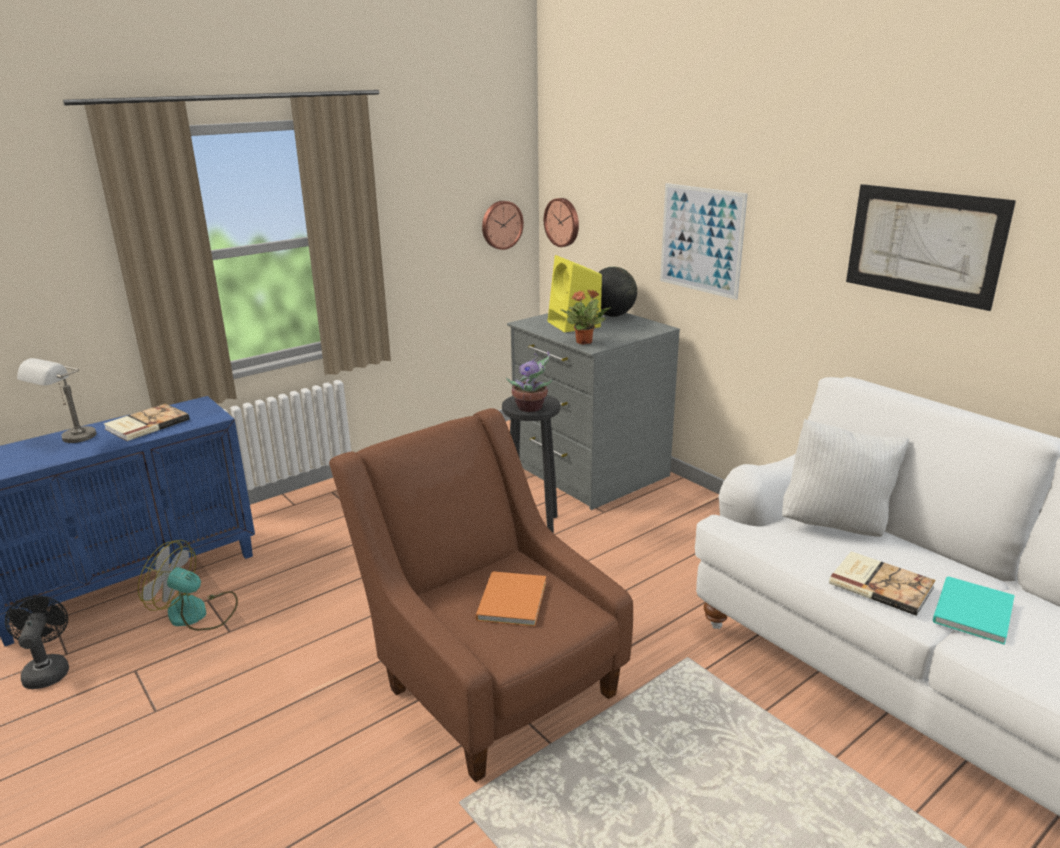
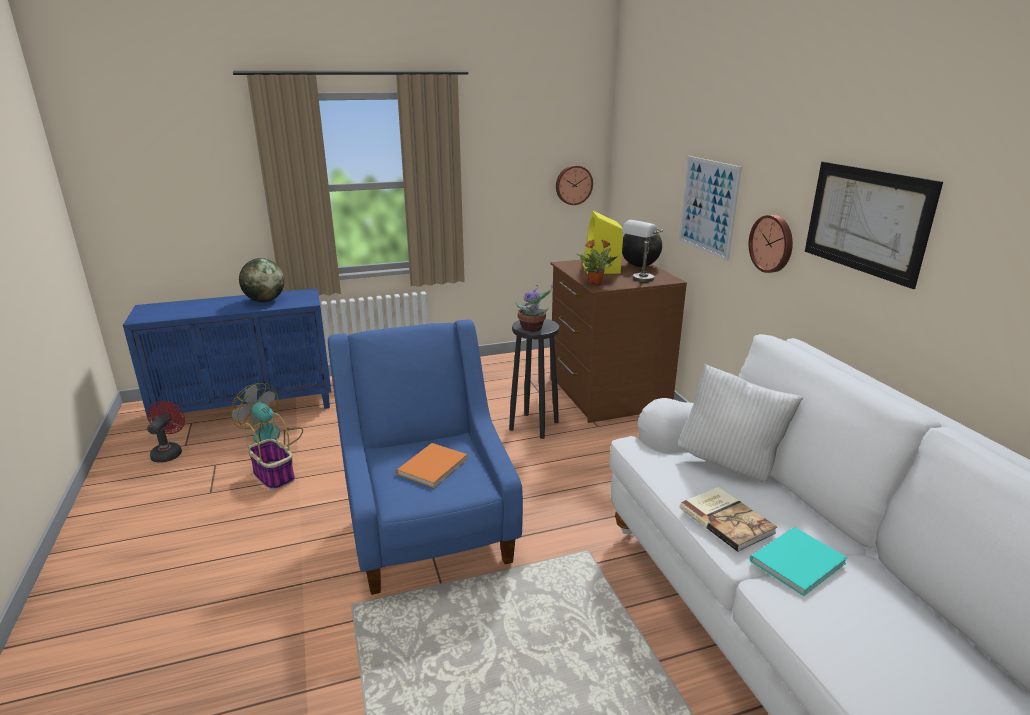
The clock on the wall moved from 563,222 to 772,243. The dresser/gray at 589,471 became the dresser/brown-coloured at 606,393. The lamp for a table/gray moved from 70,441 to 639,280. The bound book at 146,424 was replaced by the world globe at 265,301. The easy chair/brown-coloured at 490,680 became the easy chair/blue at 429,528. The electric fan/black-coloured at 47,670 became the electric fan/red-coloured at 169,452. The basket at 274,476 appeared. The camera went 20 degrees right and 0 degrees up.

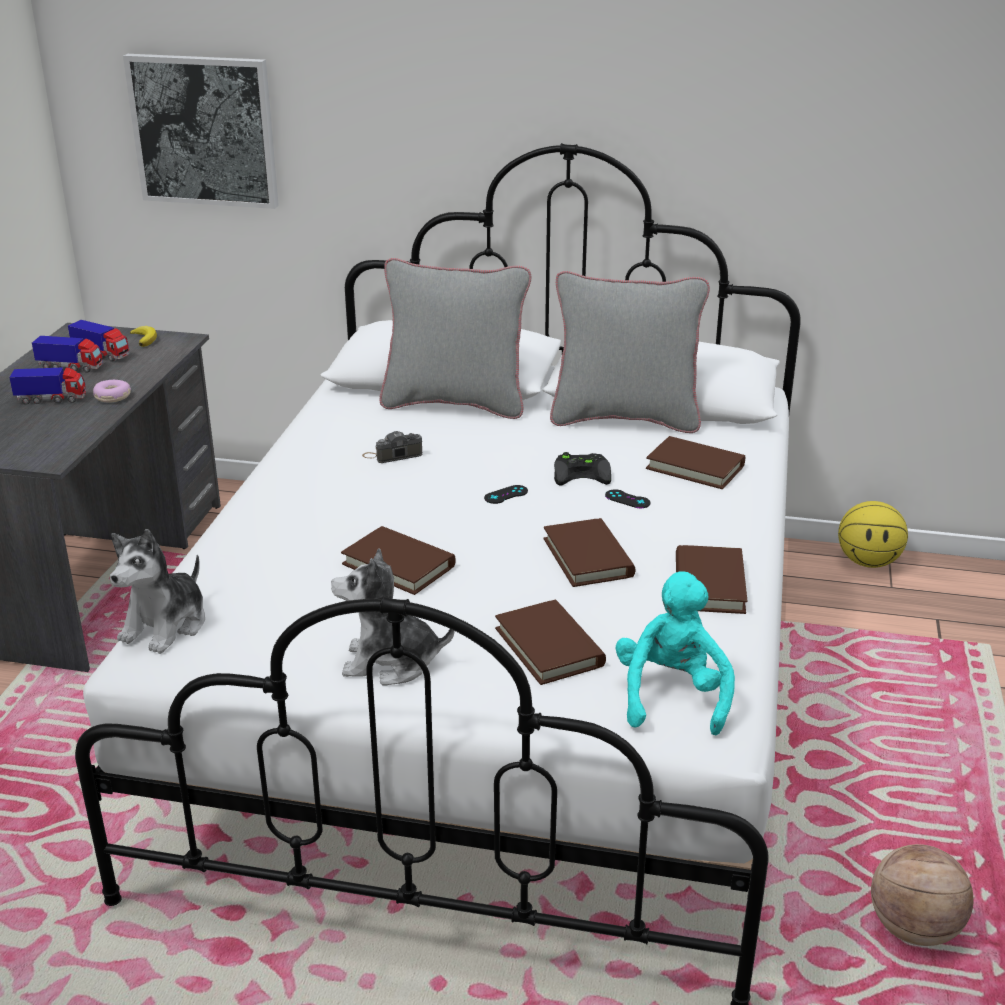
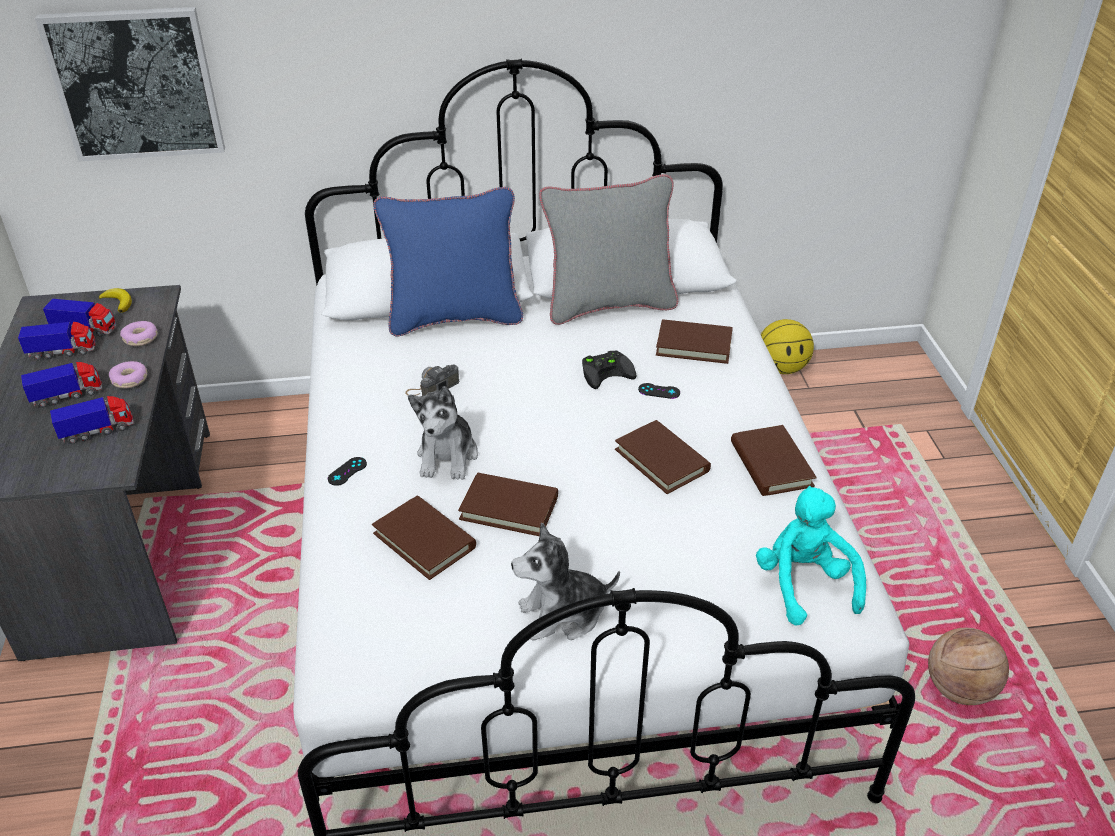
The throw pillow/gray at 455,403 became the throw pillow/blue at 454,317. The game controller/black-coloured moved from 506,495 to 347,471. The cuddly toy moved from 166,625 to 448,456. The bound book/brown-coloured moved from 549,647 to 424,540. The ring doughnut at 141,338 appeared. The toy truck at 97,431 appeared. The camera went 20 degrees left and 10 degrees up.

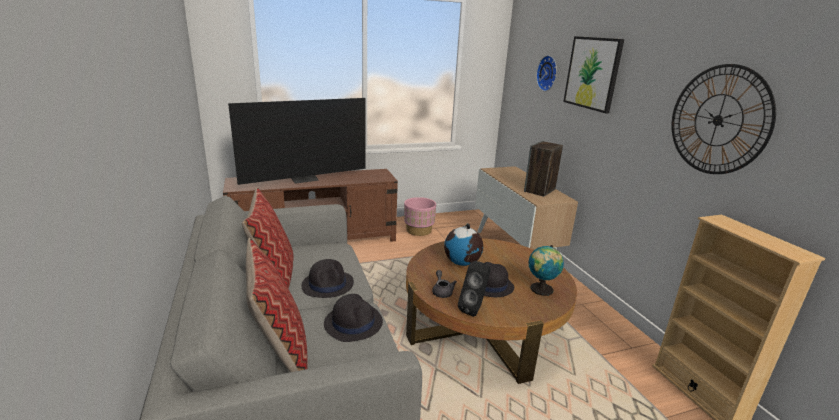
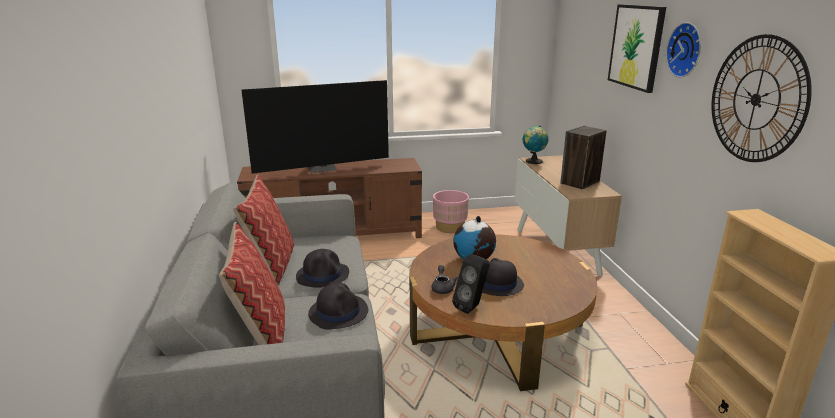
The clock on the wall moved from 548,73 to 686,50. The world globe moved from 541,290 to 533,161. The camera went 10 degrees right and 0 degrees up.

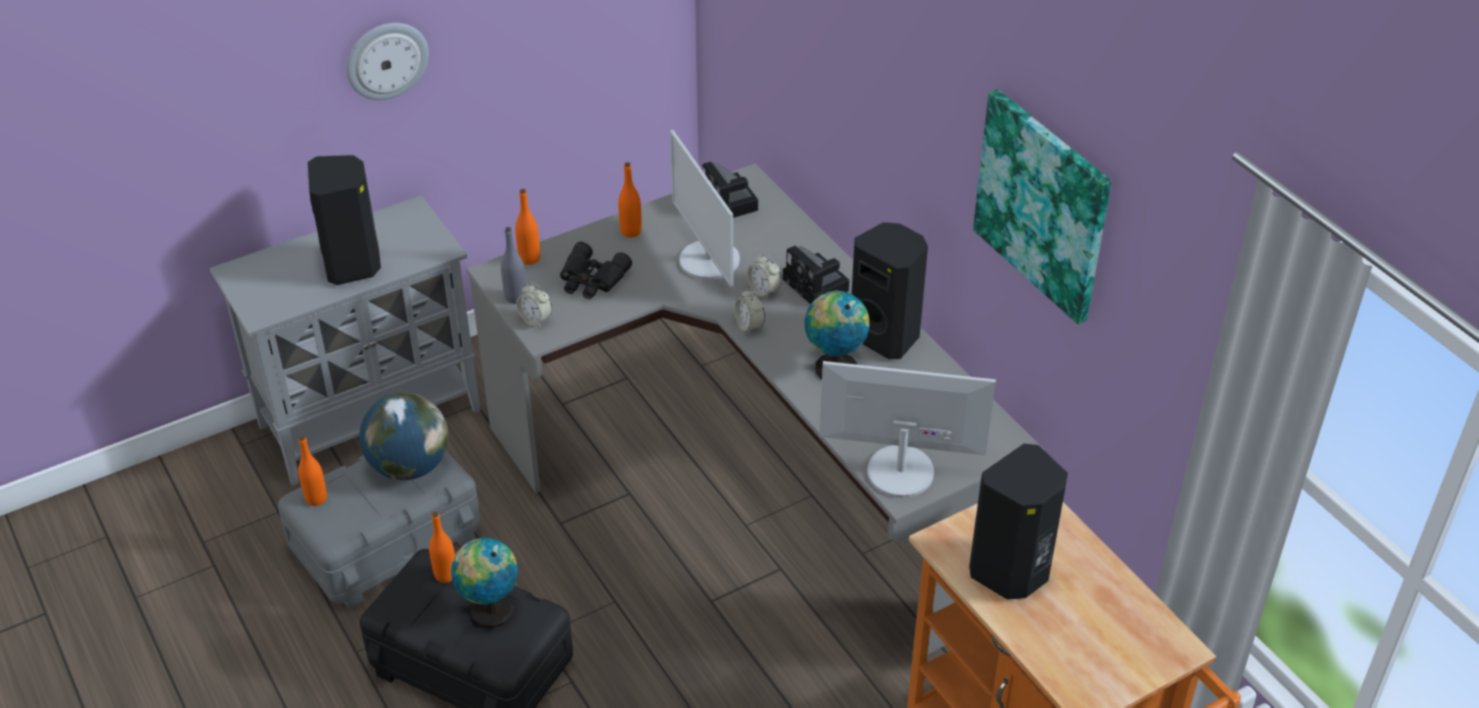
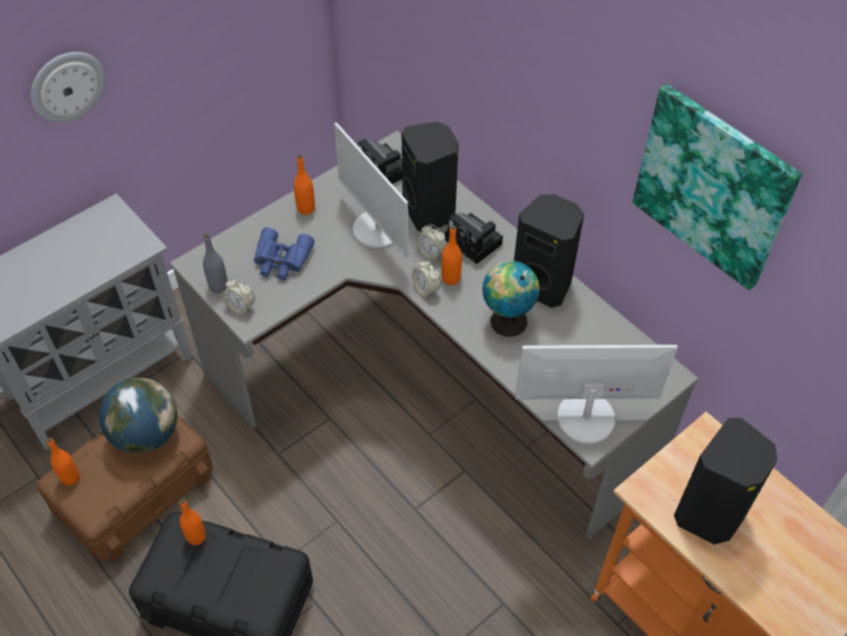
The loudspeaker/black-coloured moved from 353,265 to 430,212. The bottle/orange moved from 529,258 to 450,278. The field glasses/black-coloured at 591,279 became the field glasses/blue at 281,260. The storage bin/gray at 387,542 became the storage bin/brown-coloured at 136,493. The world globe at 489,609 disappeared. The camera went 10 degrees left and 10 degrees up.

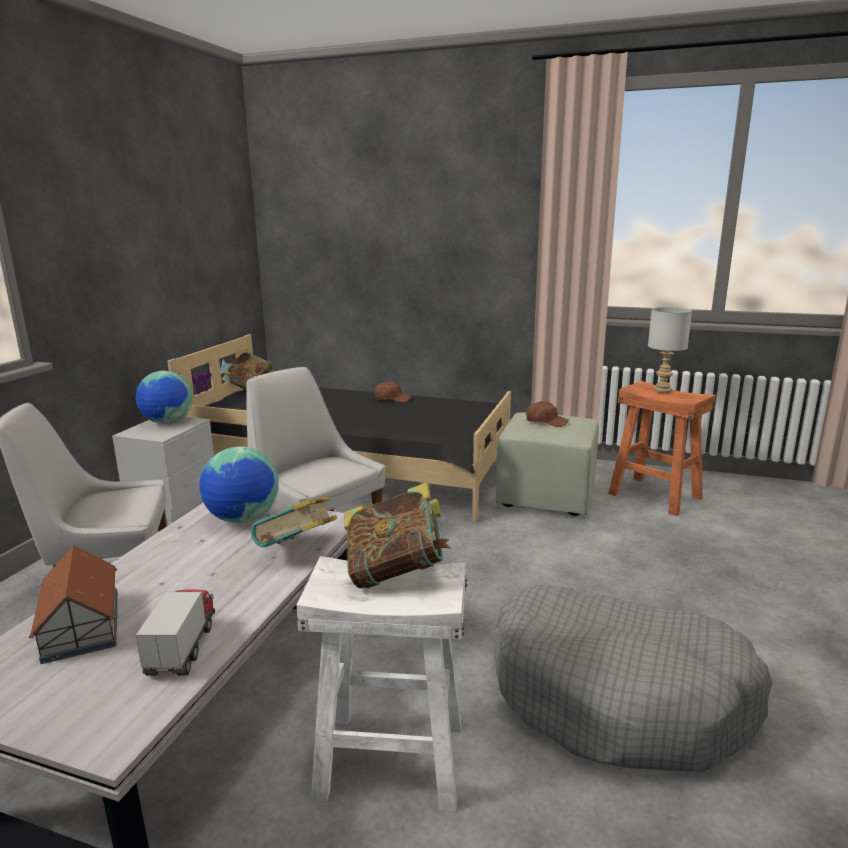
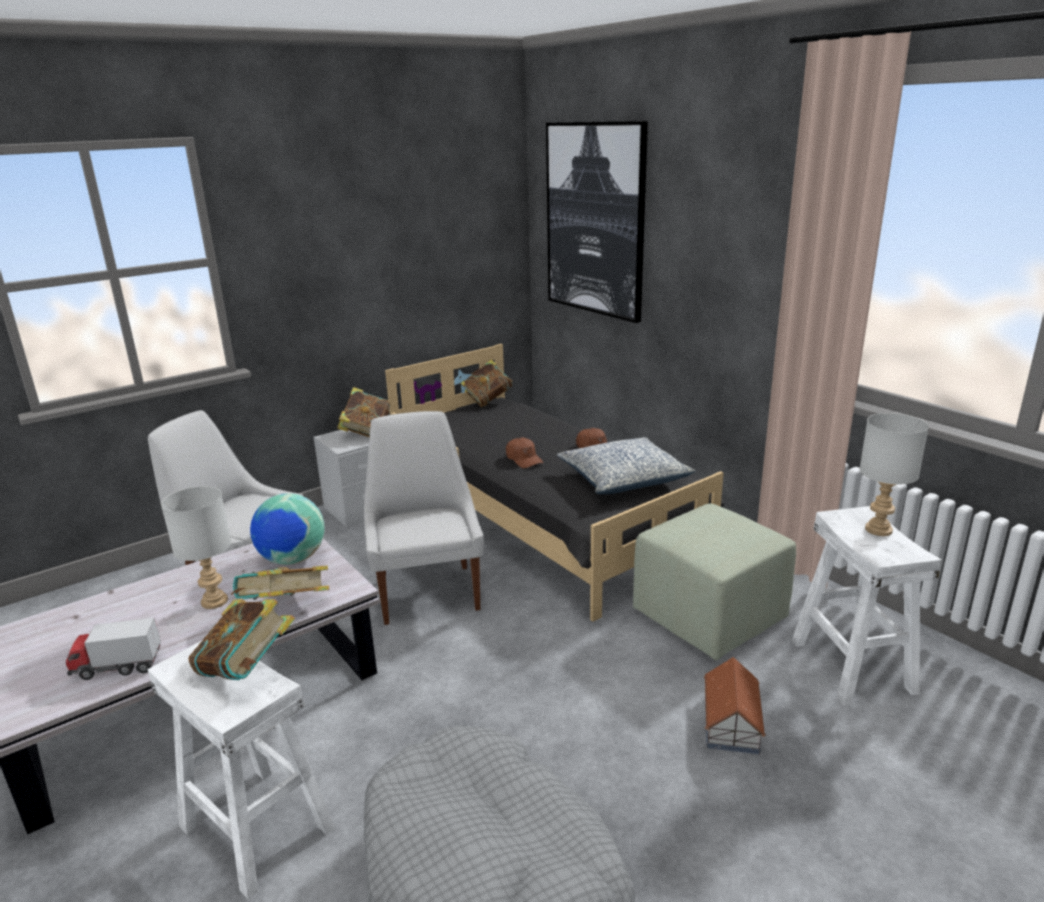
The world globe at 168,422 was replaced by the bound book at 366,432. The stool/orange at 655,495 became the stool/white-coloured at 853,666. The peaked cap/brown-coloured moved from 546,421 to 523,459. The toy house moved from 83,625 to 731,722. The toy truck at 182,649 turned 135 degrees counterclockwise. The picture at 595,220 appeared. The throw pillow at 623,479 appeared. The lamp for a table/gray at 215,601 appeared. The camera went 35 degrees right and 5 degrees up.

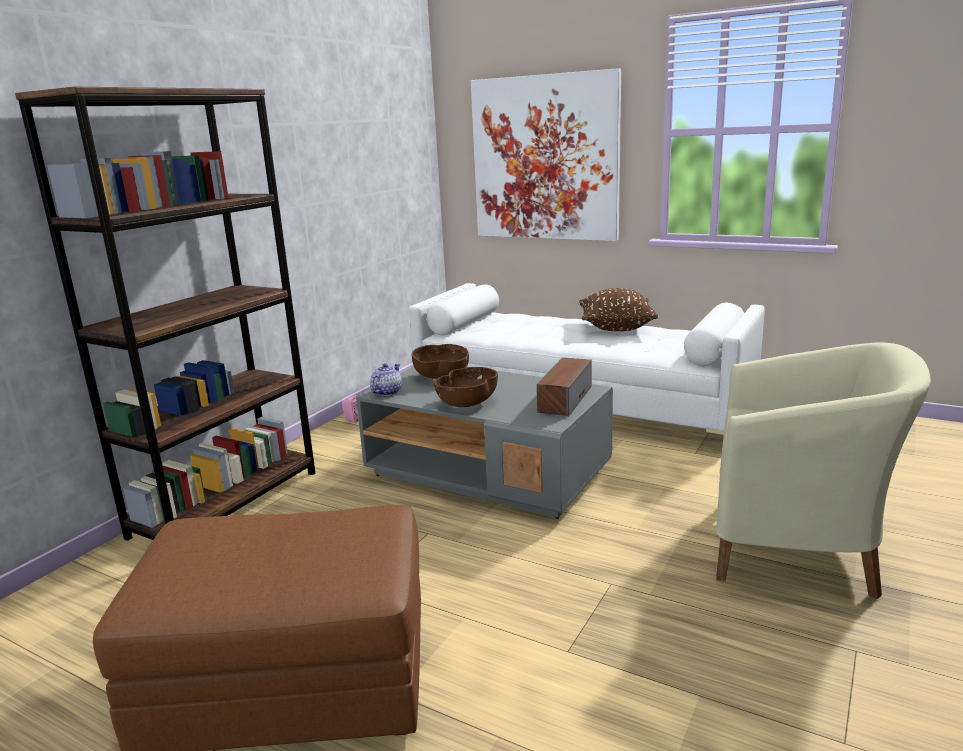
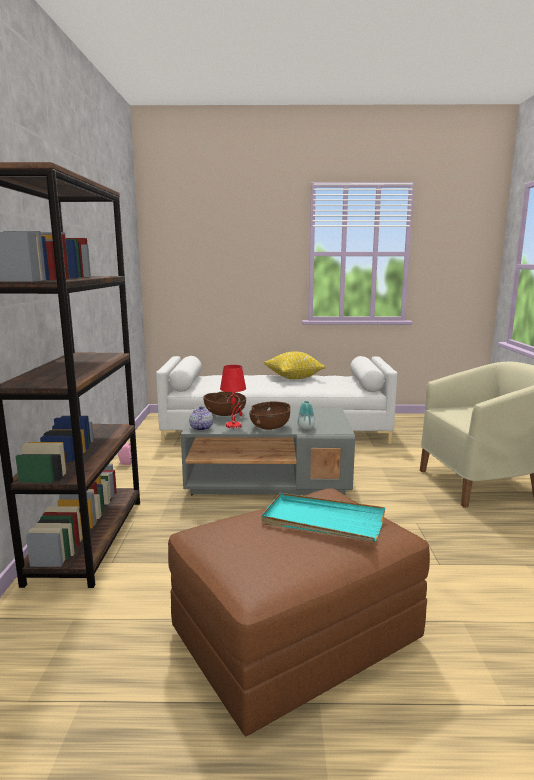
The picture at 545,158 disappeared. The throw pillow/brown-coloured at 616,328 became the throw pillow/yellowish at 293,377. The loudspeaker at 565,399 disappeared. The lamp for a table/red-coloured at 234,425 appeared. The vase at 306,428 appeared. The serving tray/blue-green at 322,521 appeared. The camera went 30 degrees left and 5 degrees down.

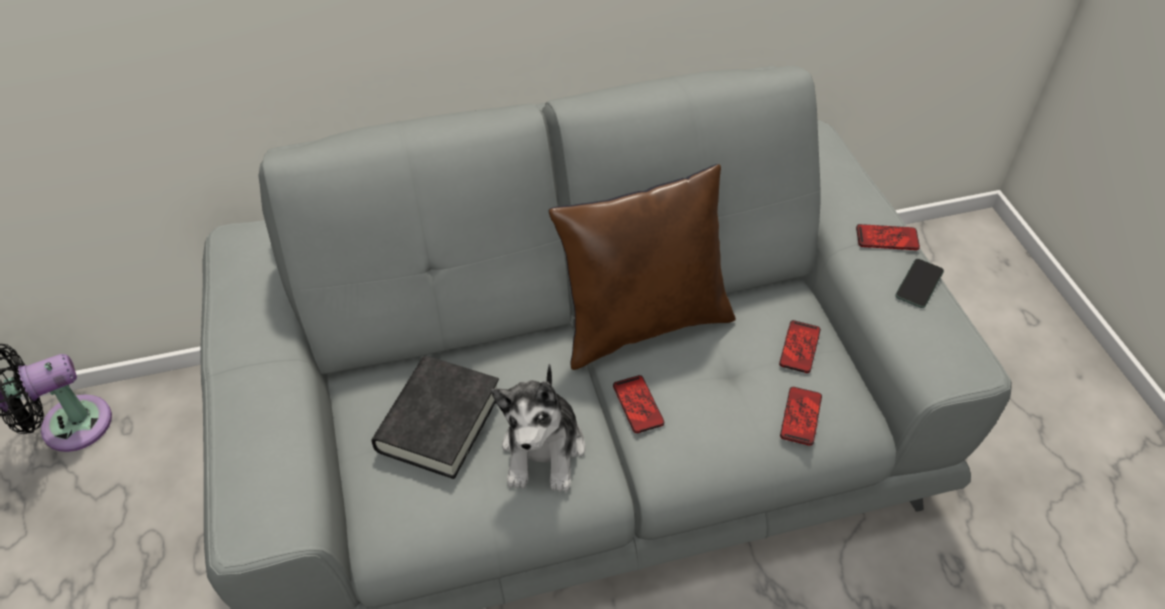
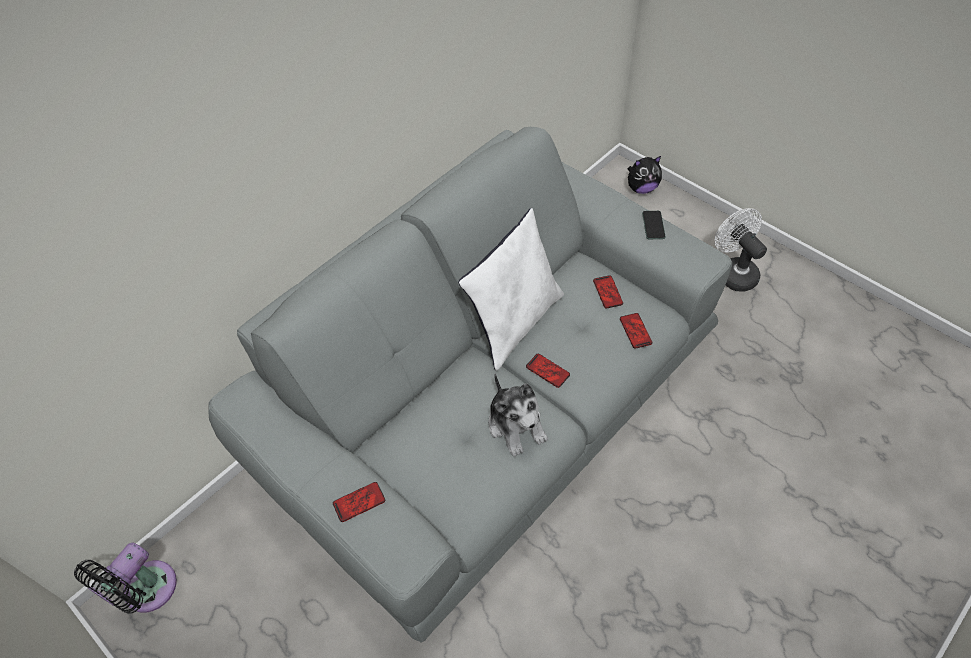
The throw pillow/brown-coloured at 643,323 became the throw pillow/white-coloured at 514,322. The telephone moved from 887,238 to 359,502. The bound book/black-coloured at 439,422 disappeared. The cuddly toy at 641,188 appeared. The electric fan/white-coloured at 733,272 appeared. The camera went 30 degrees left and 5 degrees up.

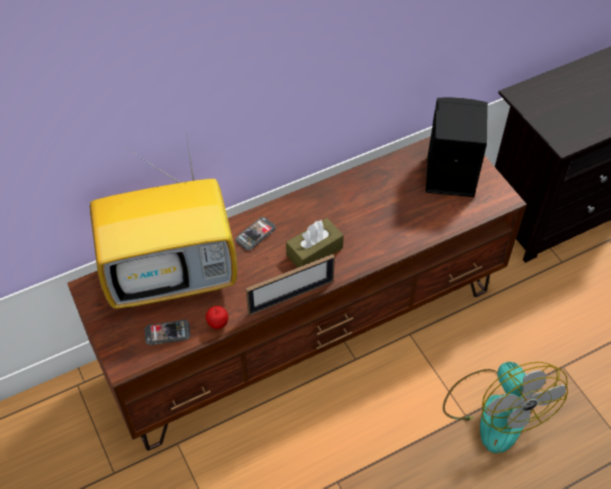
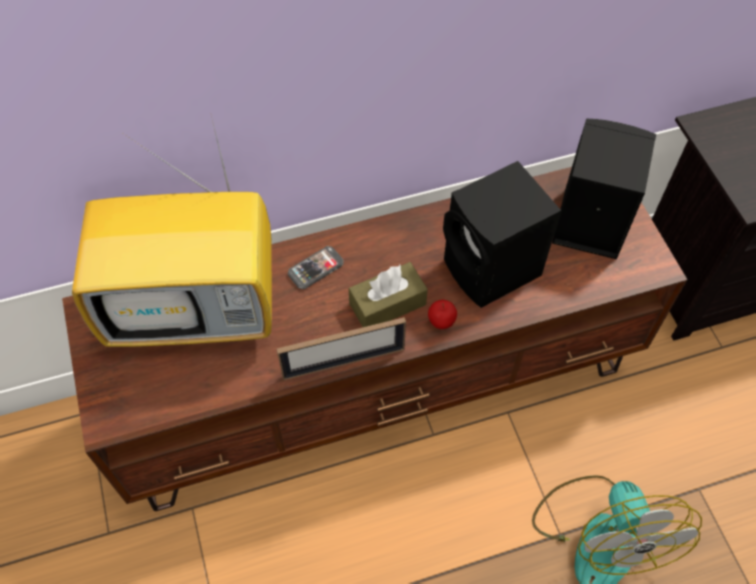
The apple fruit moved from 218,325 to 441,323. The telephone at 167,333 disappeared. The loudspeaker/black-coloured at 492,271 appeared. The camera went 10 degrees right and 5 degrees up.

